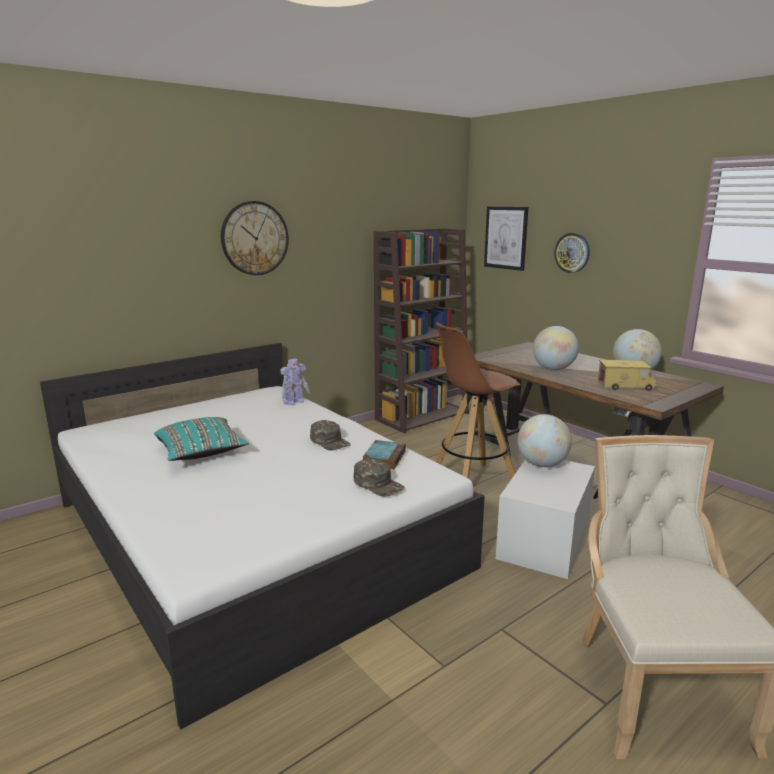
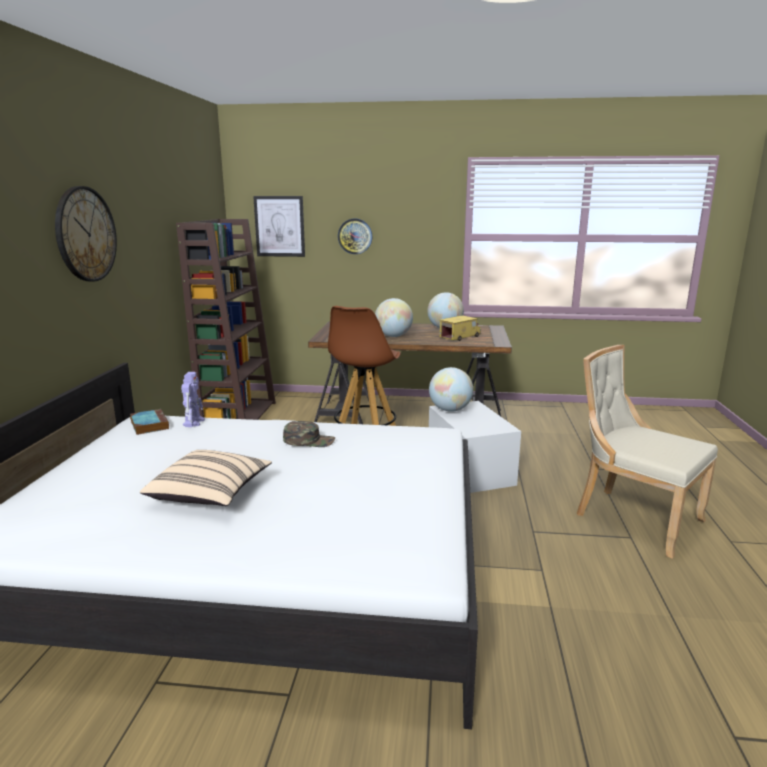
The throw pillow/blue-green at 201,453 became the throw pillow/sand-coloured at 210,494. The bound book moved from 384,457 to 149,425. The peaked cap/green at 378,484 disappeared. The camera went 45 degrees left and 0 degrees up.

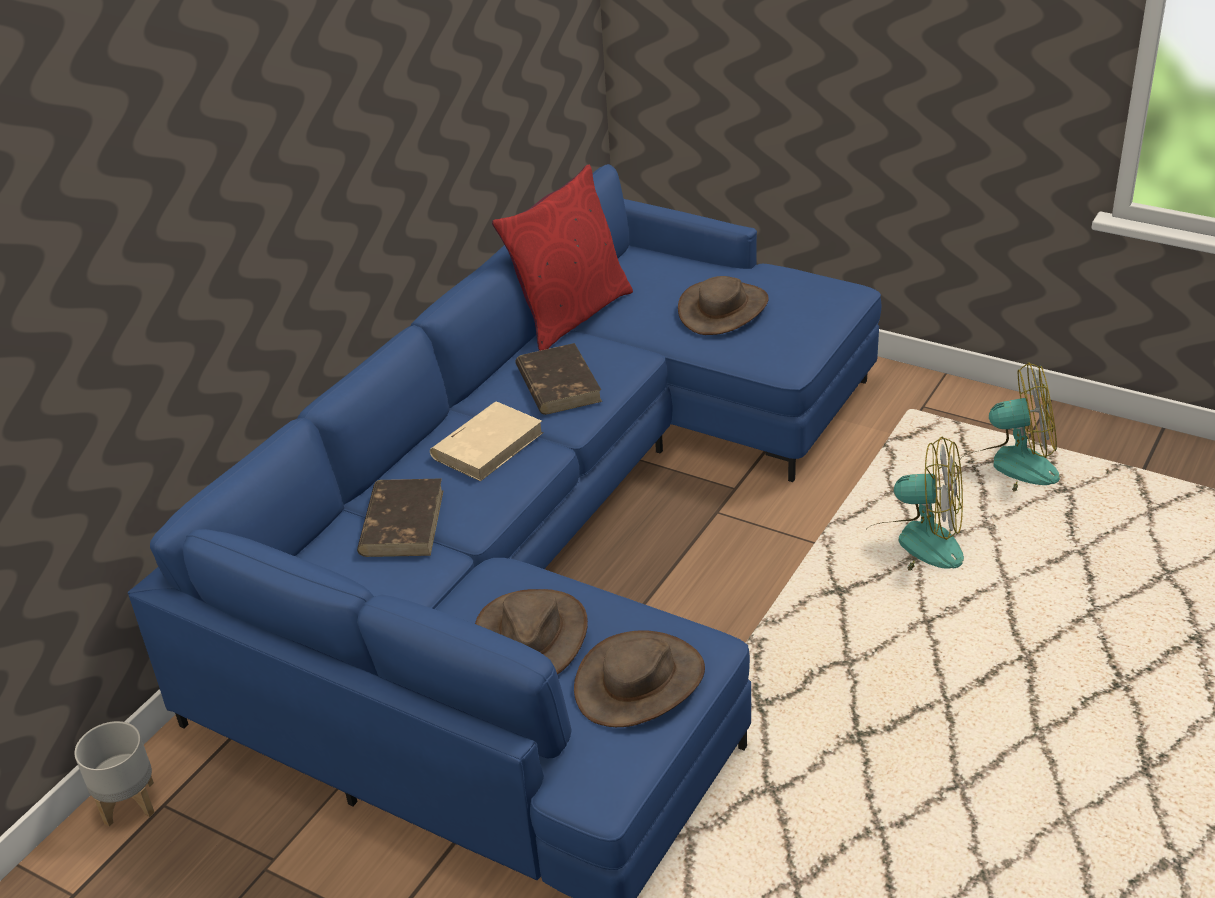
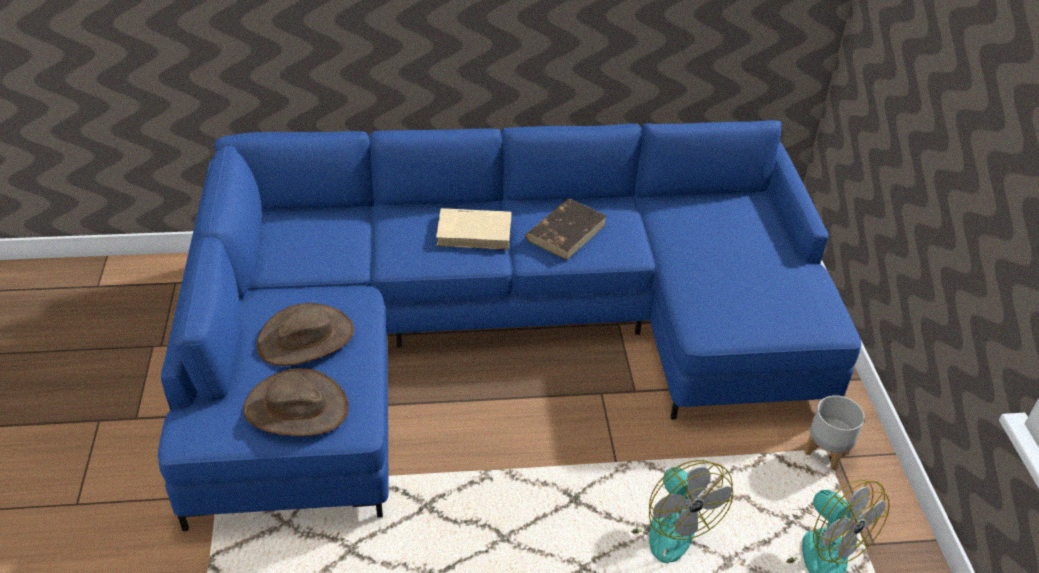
The throw pillow/red-coloured at 570,315 disappeared. The clothing hat/brown-coloured at 723,309 disappeared. The bound book/brown-coloured at 402,522 disappeared. The flower pot/gray moved from 129,802 to 826,452. The camera went 50 degrees right and 5 degrees up.

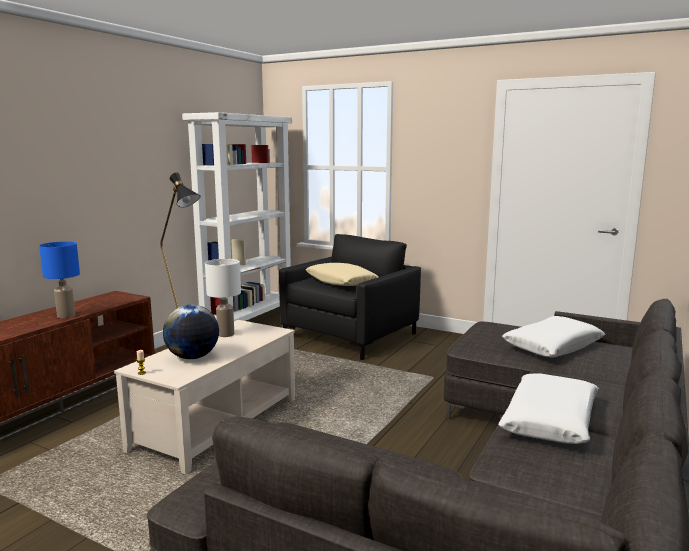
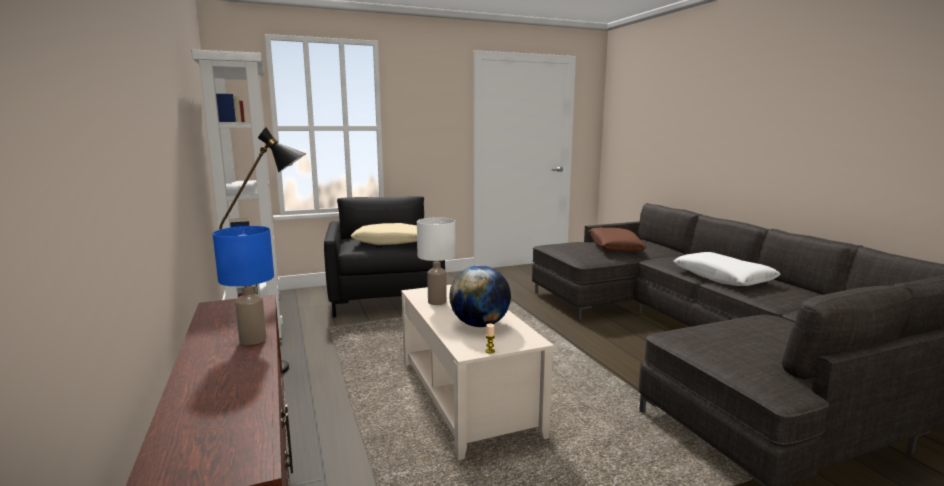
The throw pillow/white-coloured at 552,346 became the throw pillow/brown-coloured at 614,247. The camera went 50 degrees left and 0 degrees up.

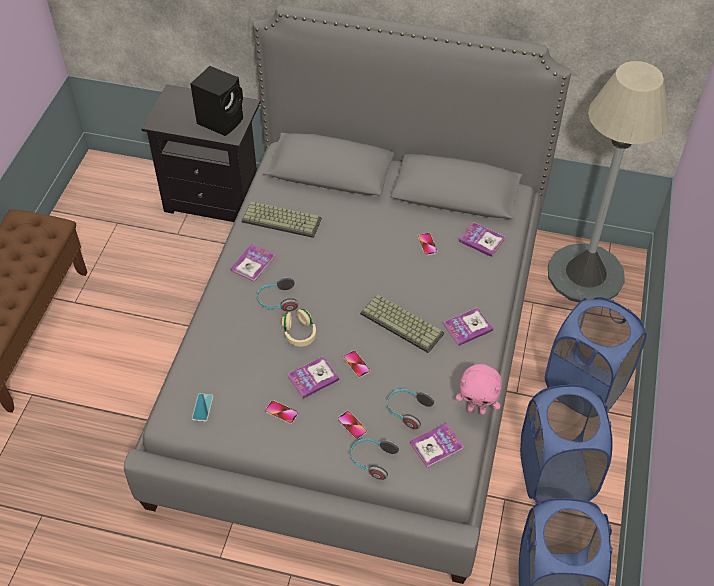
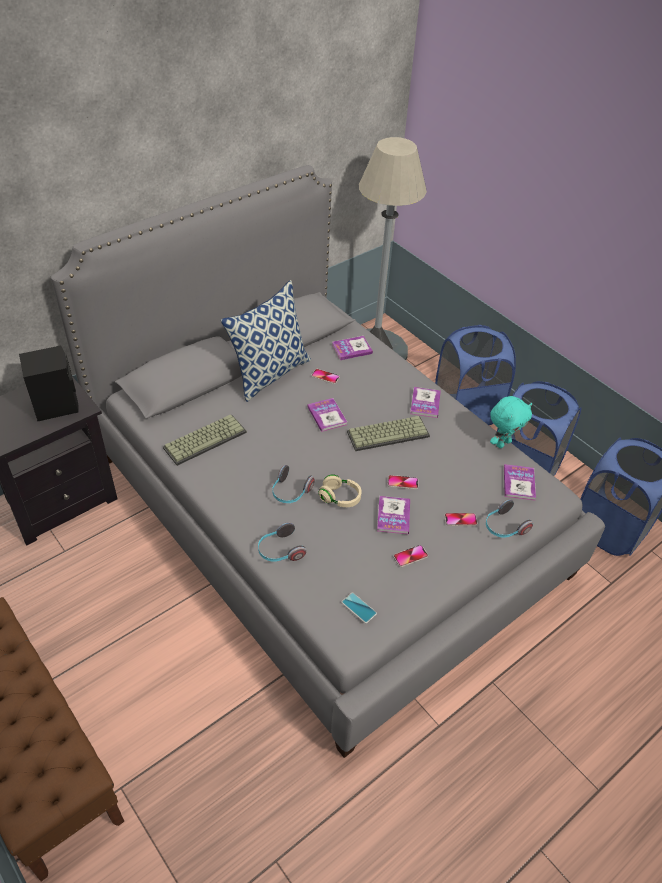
The bound book moved from 253,264 to 327,415. The cuddly toy/pink at 477,409 became the cuddly toy/blue-green at 502,443. The pair of headphones moved from 407,410 to 279,551. The throw pillow at 269,373 appeared. The camera went 55 degrees left and 5 degrees down.

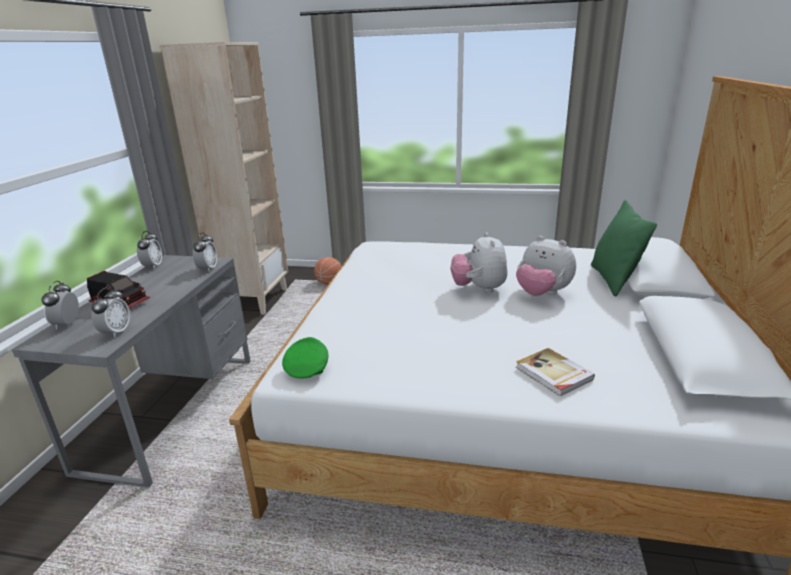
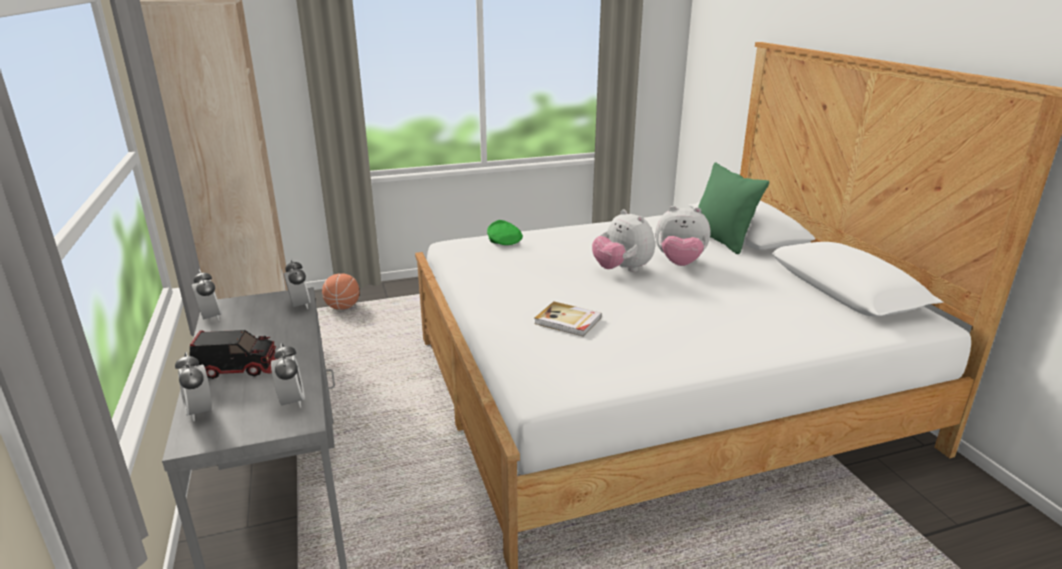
The peaked cap/green moved from 307,367 to 503,241. The bound book moved from 553,374 to 568,321. The camera went 30 degrees left and 0 degrees up.

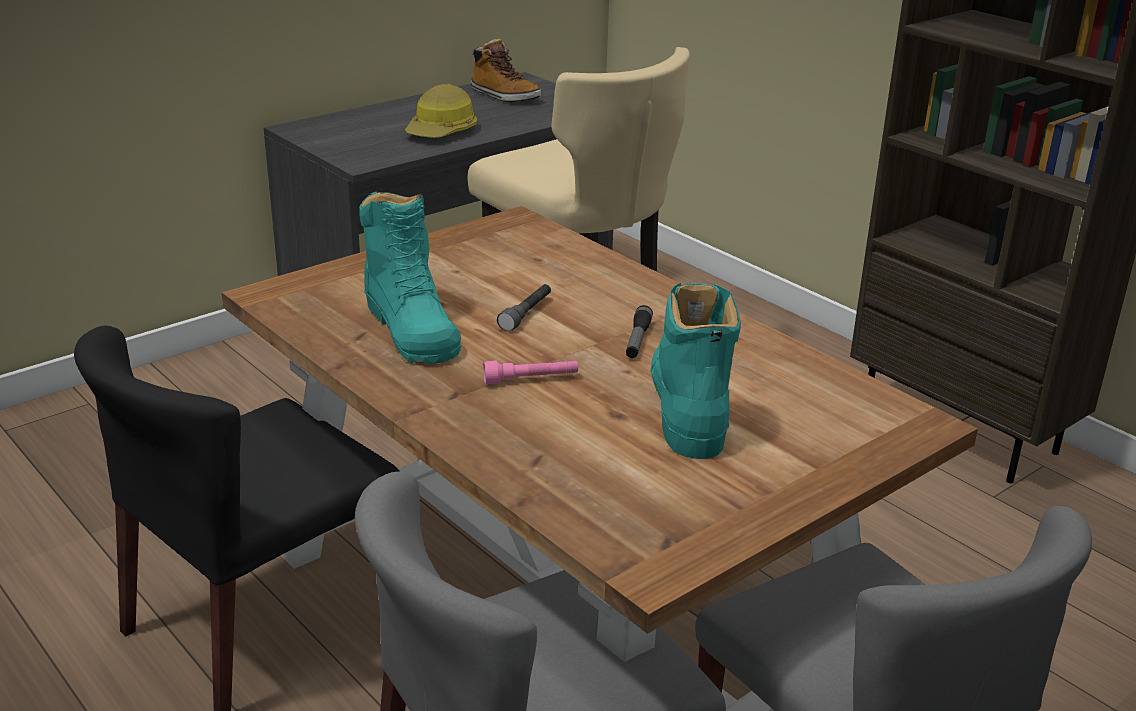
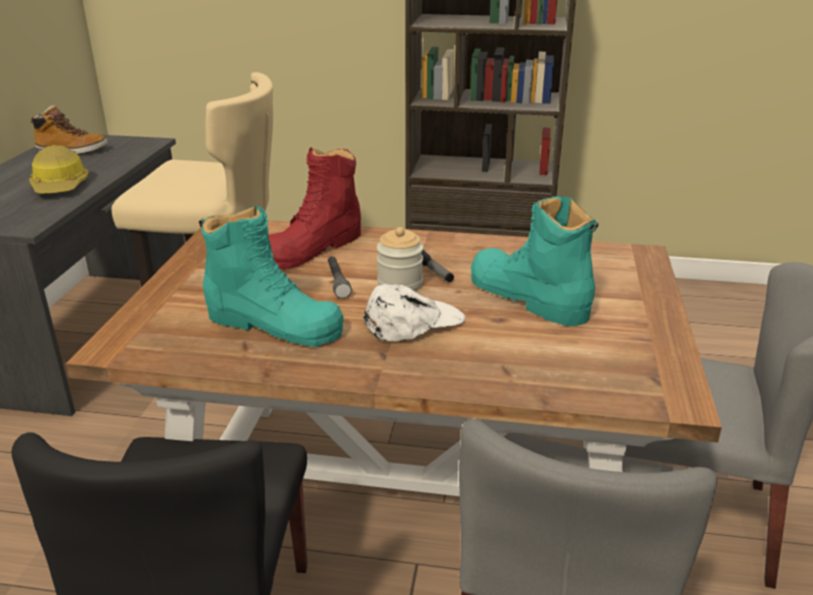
The flashlight/pink at 531,380 was replaced by the peaked cap/white-coloured at 413,322. The boot/red-coloured at 314,248 appeared. The storage jar at 400,284 appeared. The camera went 40 degrees left and 0 degrees up.

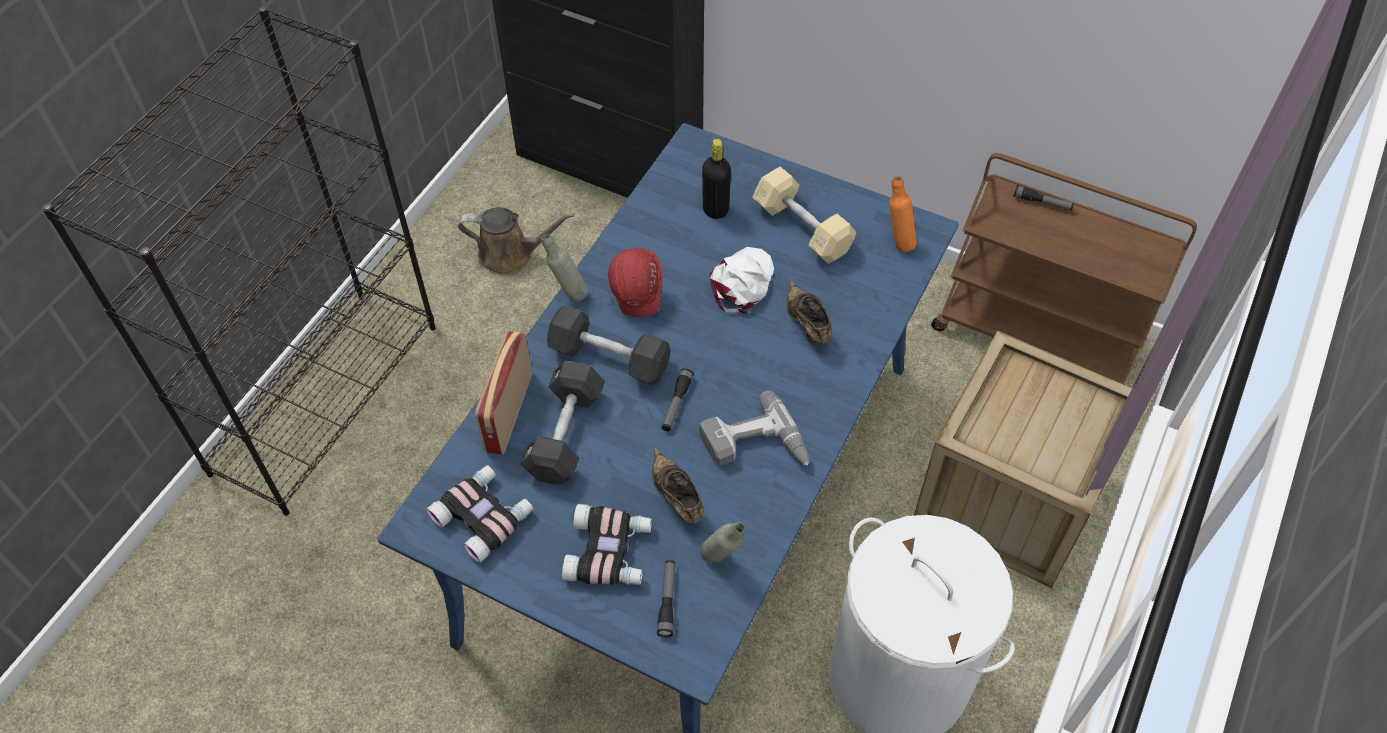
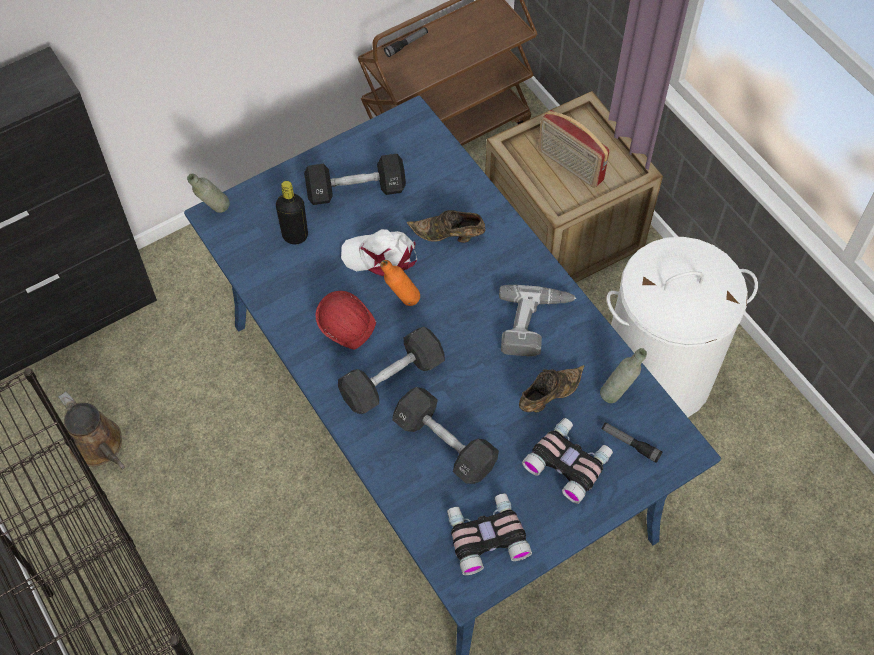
The free weight/sand-coloured at 802,228 became the free weight/black-coloured at 356,190. The bottle/orange moved from 898,242 to 401,301. The sprinkling can/brown-coloured at 511,255 turned 105 degrees clockwise. The bottle/gray moved from 568,294 to 214,212. The peaked cap/white-coloured at 741,283 turned 45 degrees counterclockwise. The radio receiver moved from 507,412 to 569,166. The flashlight at 676,404 disappeared. The low shoe/brown-coloured at 676,498 turned 135 degrees clockwise. The camera went 60 degrees left and 5 degrees up.

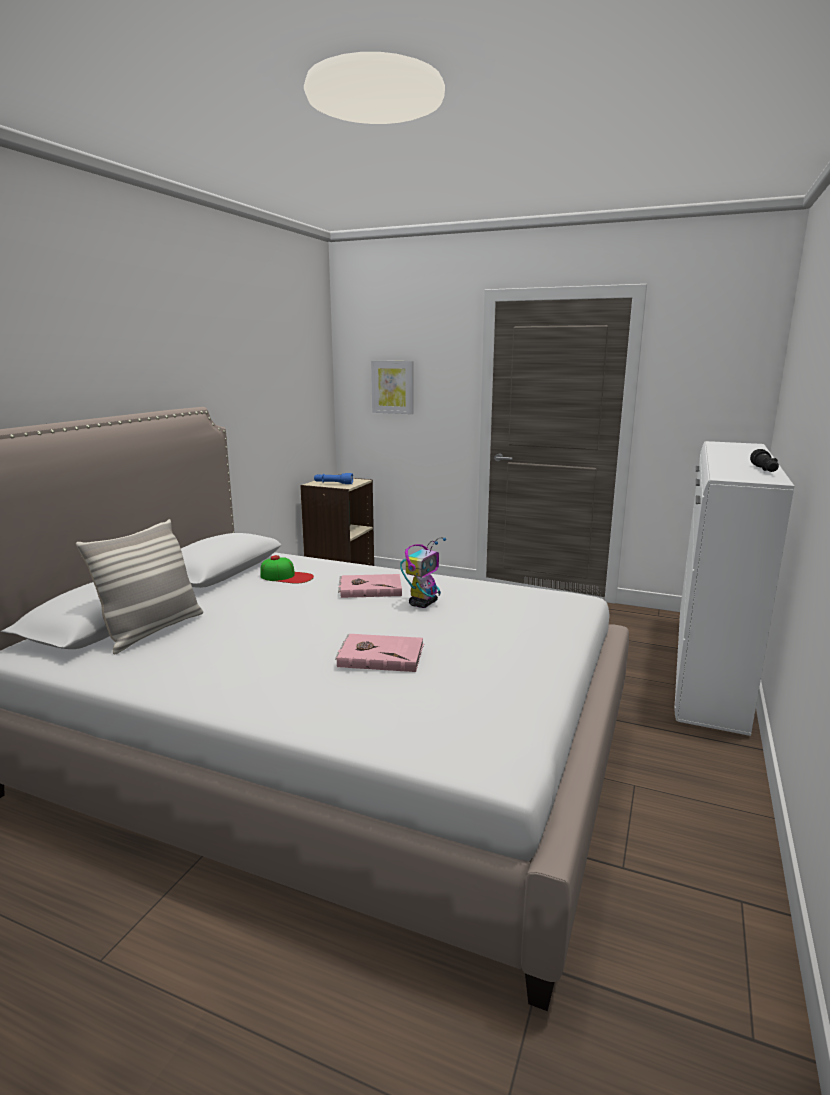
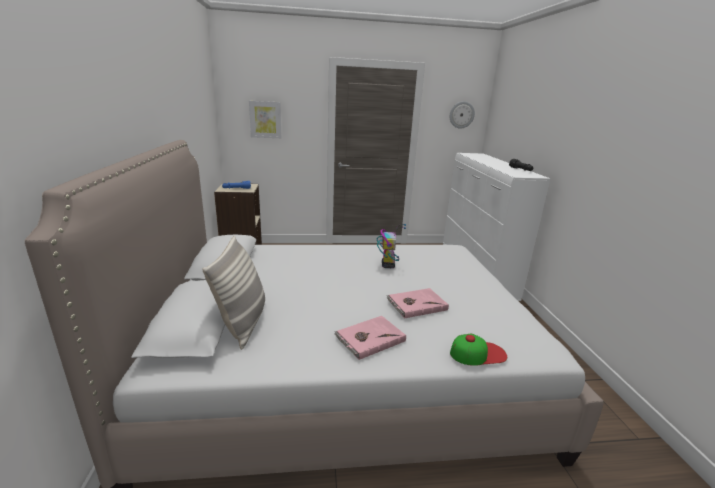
The peaked cap moved from 286,576 to 478,353. The bound book/pink moved from 370,588 to 369,338. The clock on the wall at 461,114 appeared. The camera went 30 degrees left and 5 degrees up.

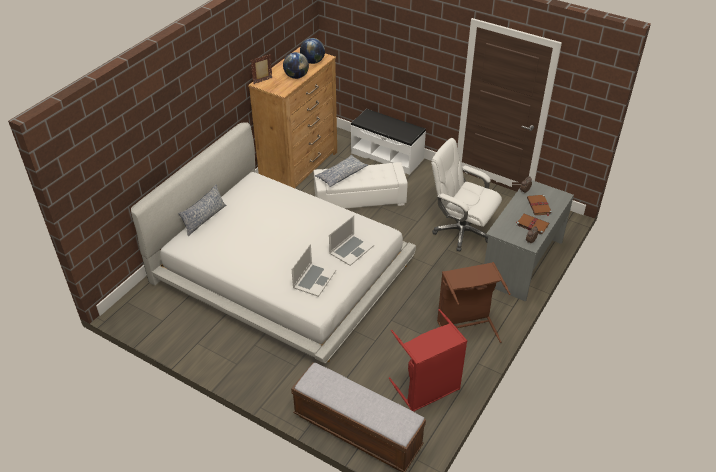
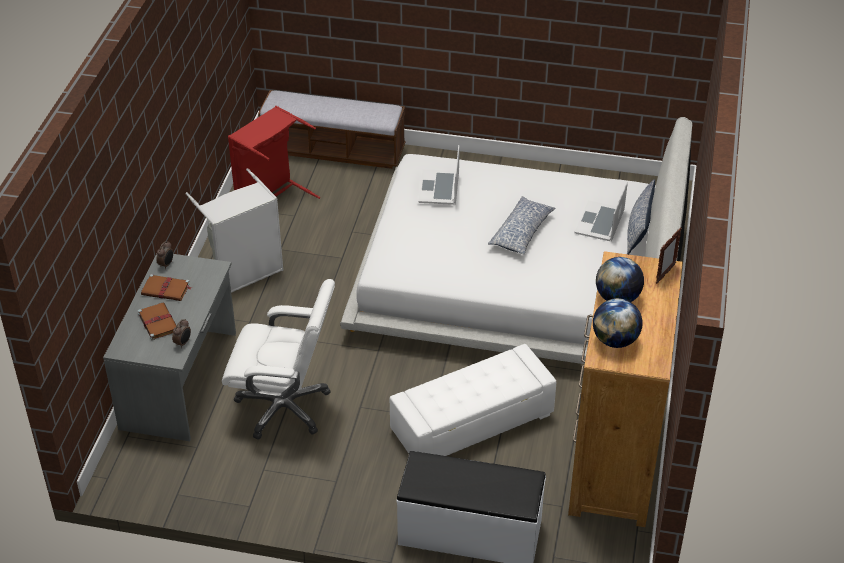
The throw pillow moved from 341,175 to 522,232. The notebook computer moved from 351,249 to 600,221. The hamper/brown-coloured at 466,326 became the hamper/gray at 243,273. The camera went 160 degrees right and 0 degrees up.

